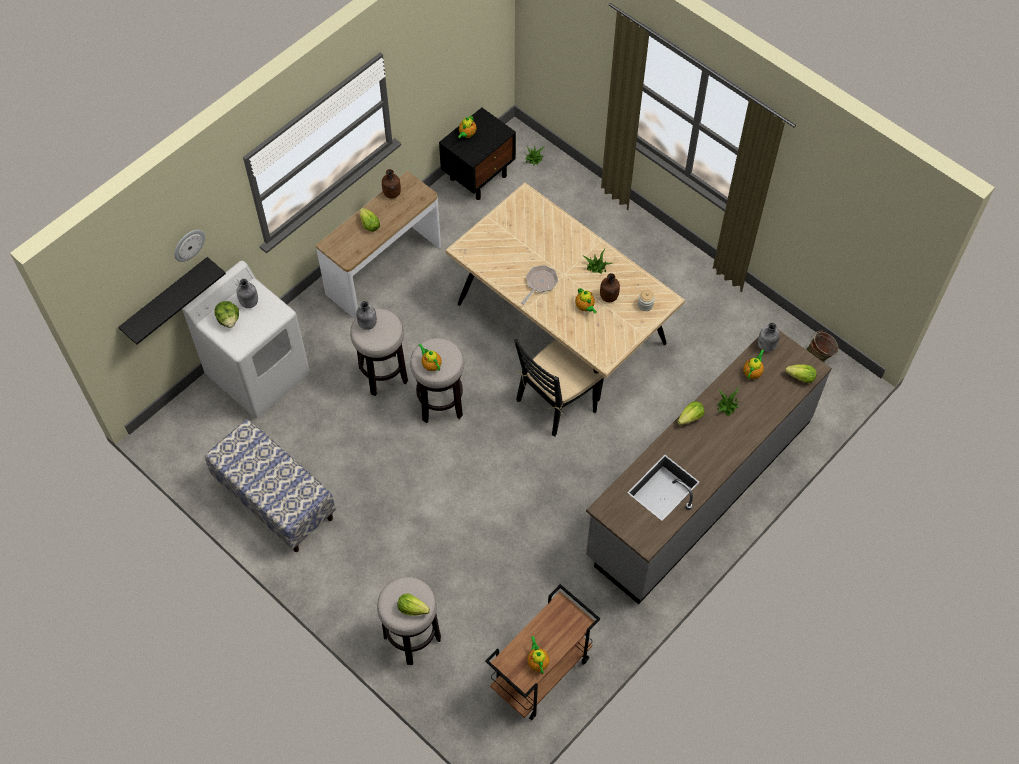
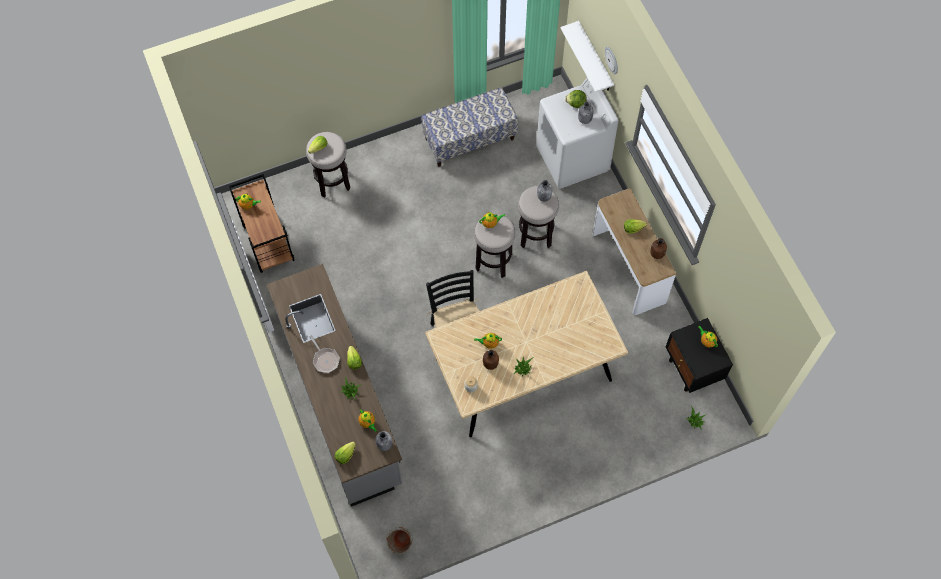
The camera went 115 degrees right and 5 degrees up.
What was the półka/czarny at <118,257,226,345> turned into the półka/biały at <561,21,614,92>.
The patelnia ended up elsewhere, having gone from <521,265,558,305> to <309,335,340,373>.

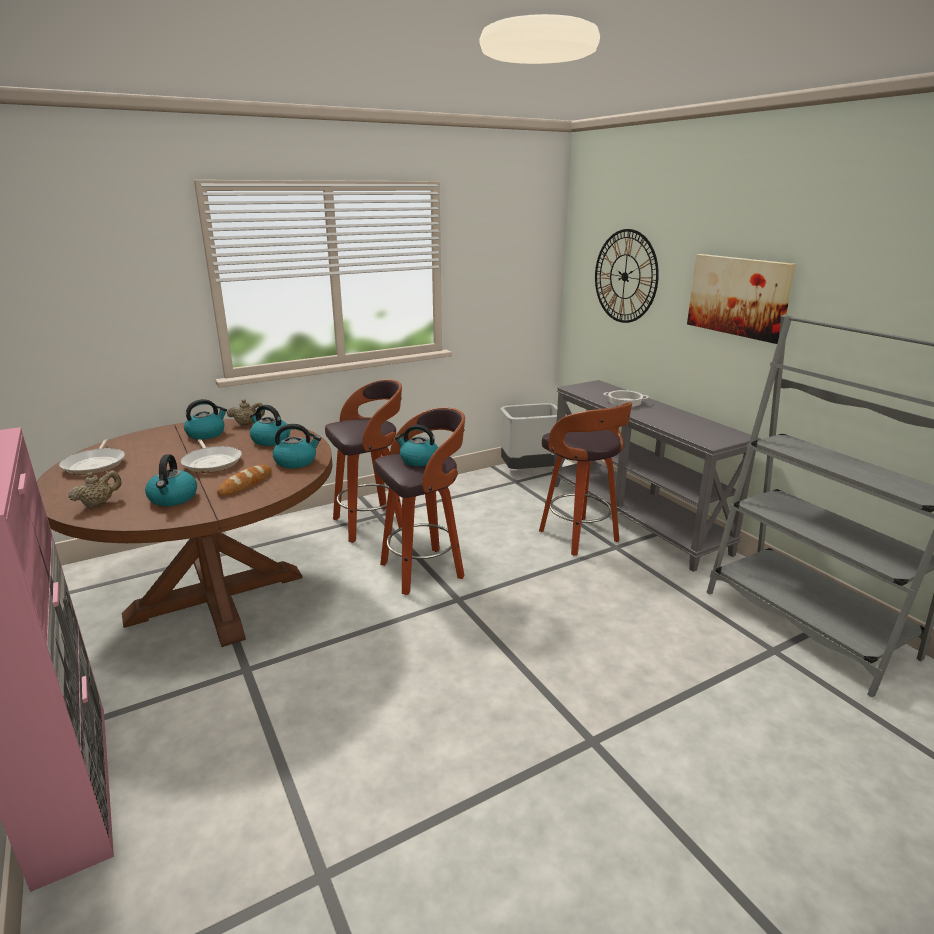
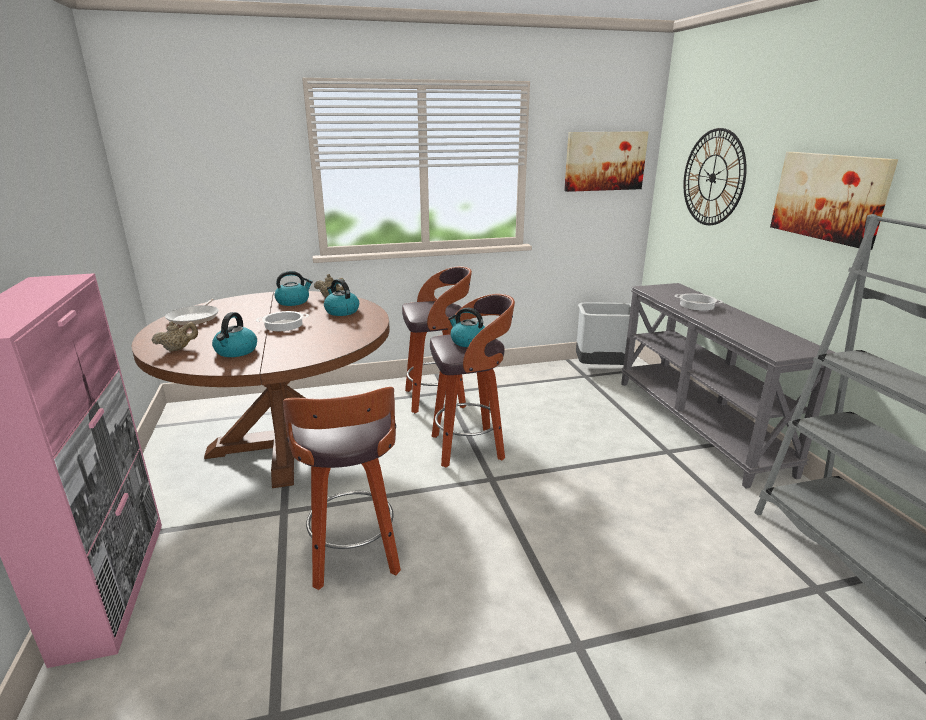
The camera went 15 degrees right and 0 degrees up.
Where the patelnia stood at <181,439,242,473>, the garnek came to stand at <256,311,309,331>.
The second view lost the chleb at <217,465,272,496>.
The second view lost the czajnik at <273,424,321,468>.
The stołek ended up elsewhere, having gone from <539,402,632,556> to <283,387,401,590>.
The second view gained the obraz at <564,131,649,192>.

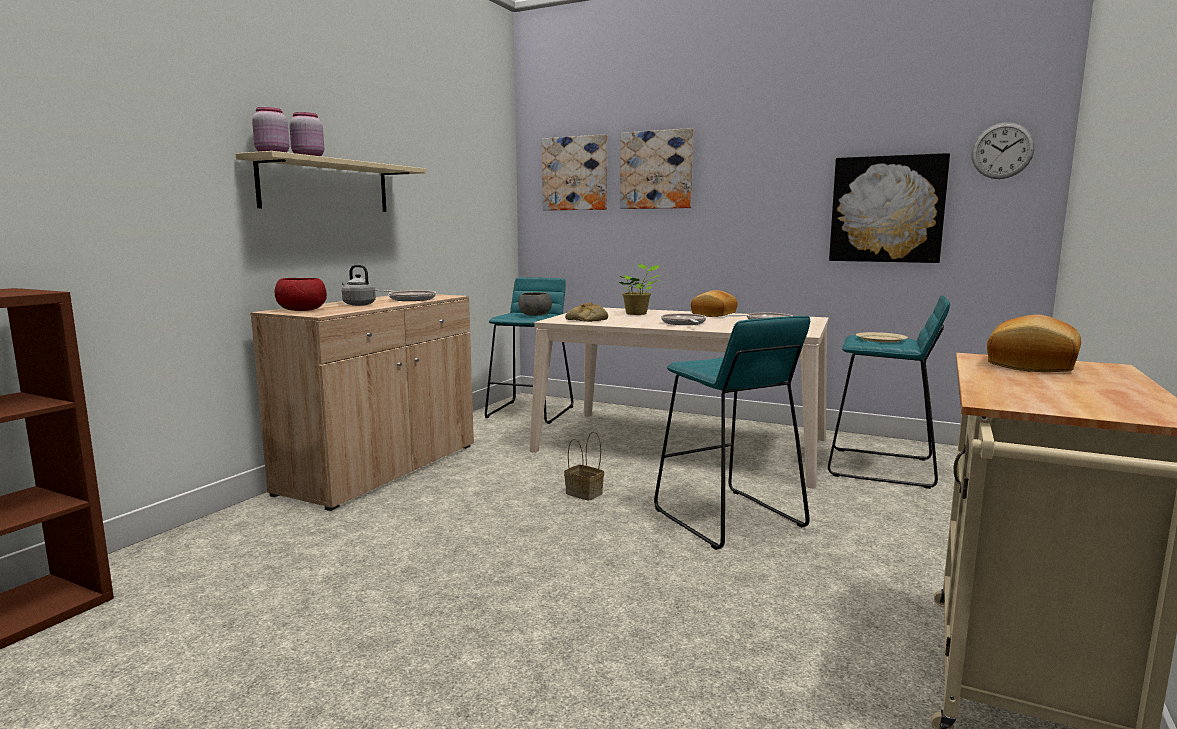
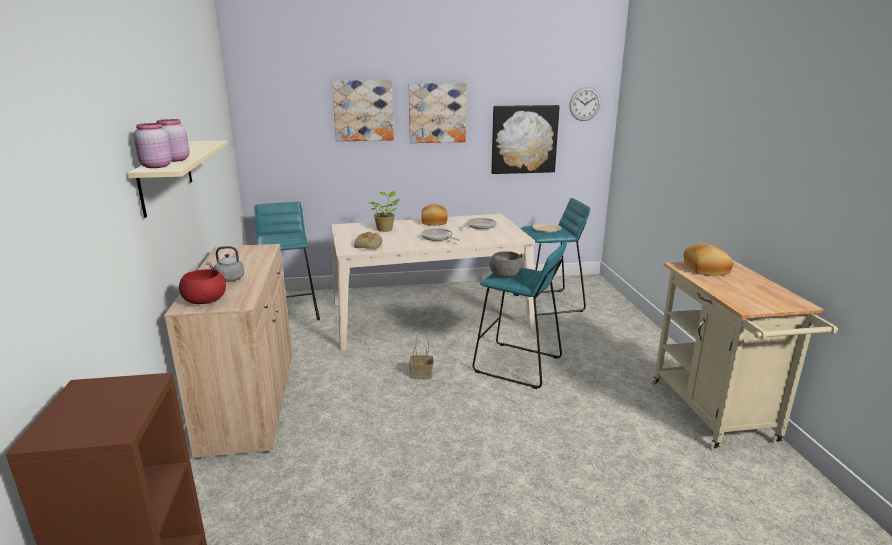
The camera went 35 degrees left and 10 degrees up.
The second view lost the patelnia at <375,290,436,301>.
The miska/szary ended up elsewhere, having gone from <518,292,552,316> to <490,251,524,278>.
The obraz ended up elsewhere, having gone from <542,134,607,210> to <408,83,466,143>.

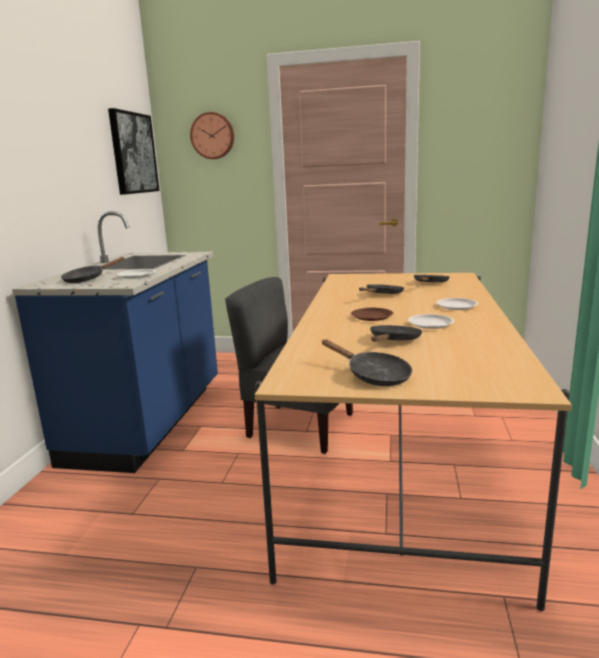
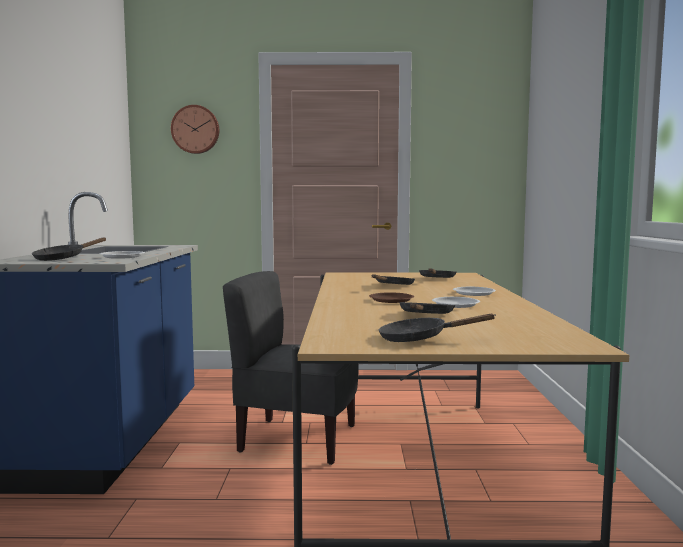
The camera went 10 degrees left and 10 degrees down.
The second view lost the obraz at <108,108,160,195>.
The patelnia/czarny at <321,340,412,386> ended up facing another way, 150 degrees clockwise from before.

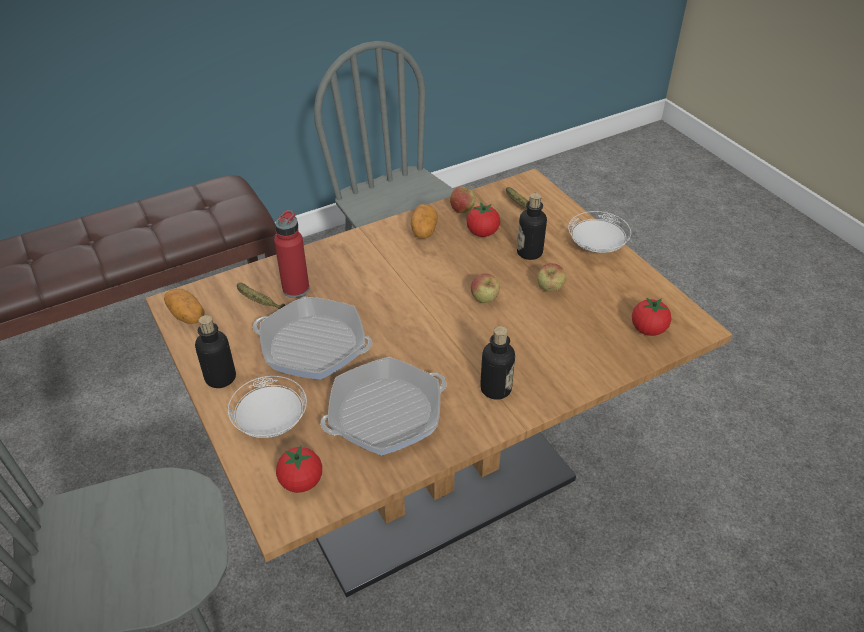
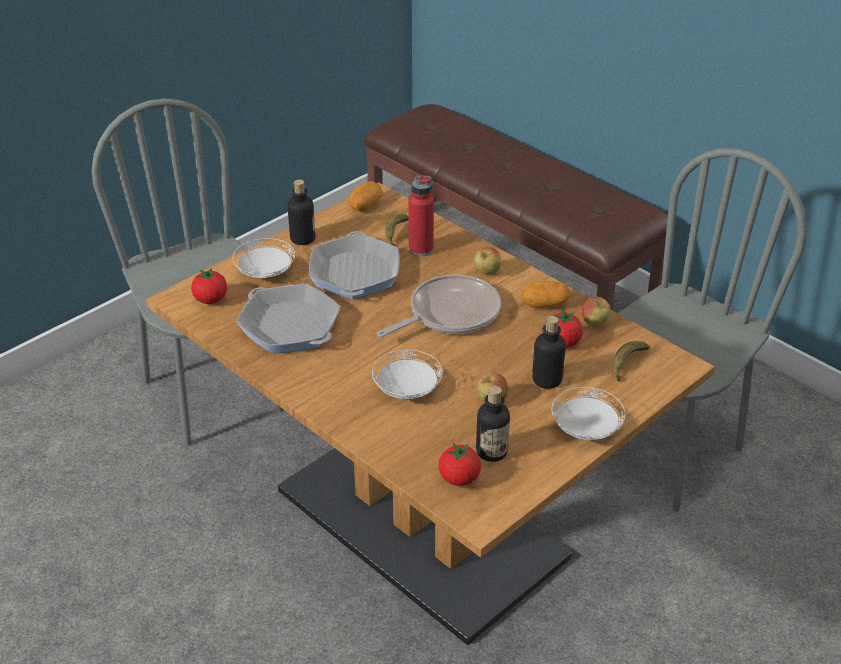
The camera went 75 degrees right and 5 degrees down.
The jabłko ended up elsewhere, having gone from <471,273,500,303> to <474,247,501,275>.
The butelka ended up elsewhere, having gone from <480,326,515,400> to <476,386,510,462>.
The second view gained the talerz/biały at <372,350,443,399>.
The second view gained the patelnia at <377,274,501,337>.

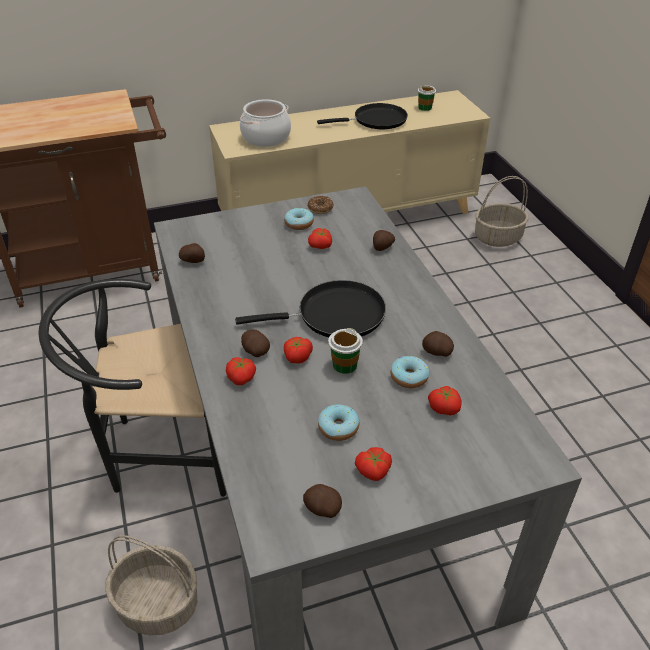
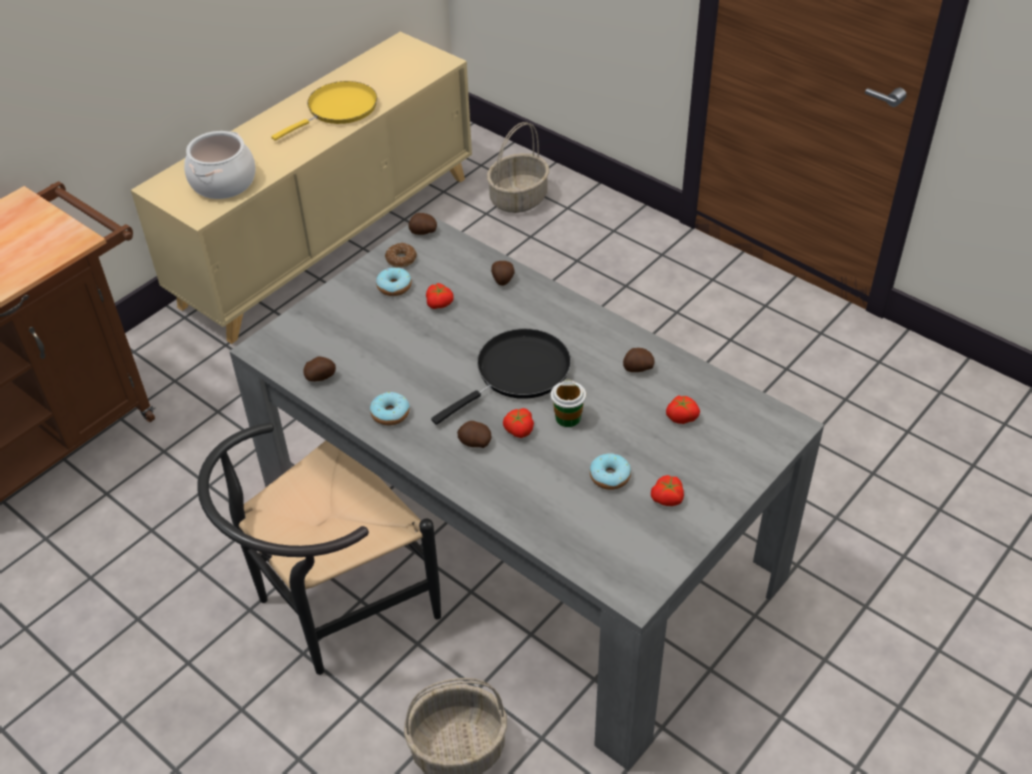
The camera went 30 degrees left and 5 degrees up.
The second view lost the pomidor at <226,357,256,385>.
The ziemniak ended up elsewhere, having gone from <303,484,342,518> to <408,213,437,235>.
What was the patelnia/czarny at <317,103,408,129> turned into the patelnia/żółty at <271,81,377,141>.
The donut ended up elsewhere, having gone from <390,356,429,388> to <370,392,409,426>.
The second view lost the filiżanka at <418,85,436,111>.

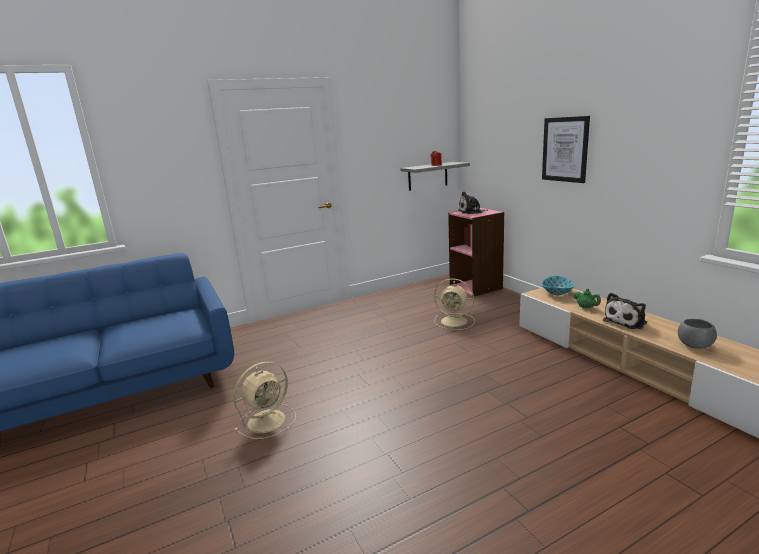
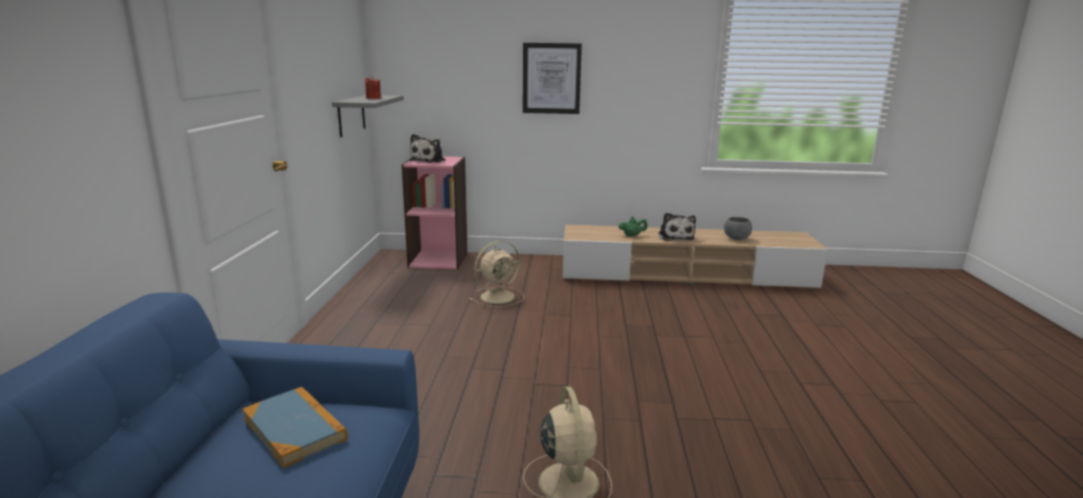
The camera went 60 degrees left and 0 degrees up.
The second view lost the miska at <542,276,574,295>.
The second view gained the książka at <242,387,348,468>.

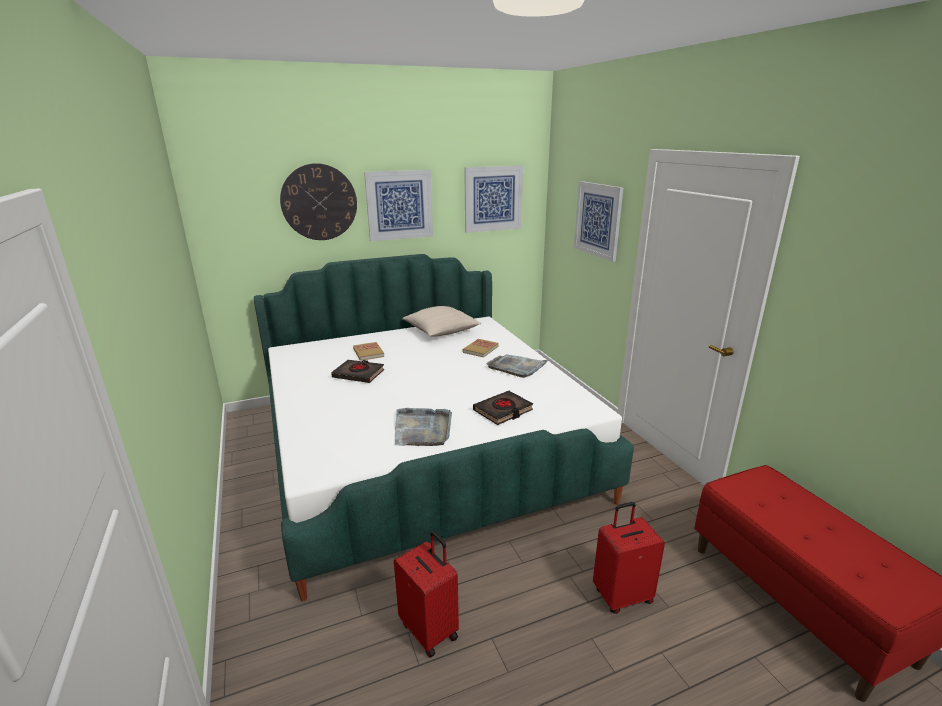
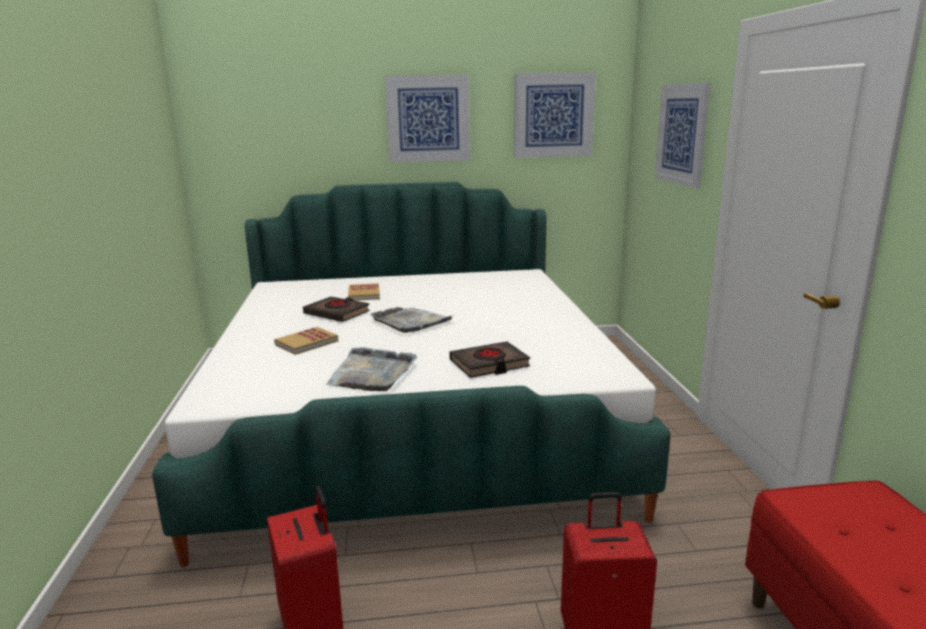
The camera went 15 degrees right and 5 degrees down.
The second view lost the zegar ścienny at <280,163,357,240>.
The second view lost the poduszka/beżowy at <402,306,481,337>.
The książka ended up elsewhere, having gone from <462,339,498,357> to <274,327,338,355>.
The taca/szary ended up elsewhere, having gone from <486,354,548,378> to <371,307,452,333>.

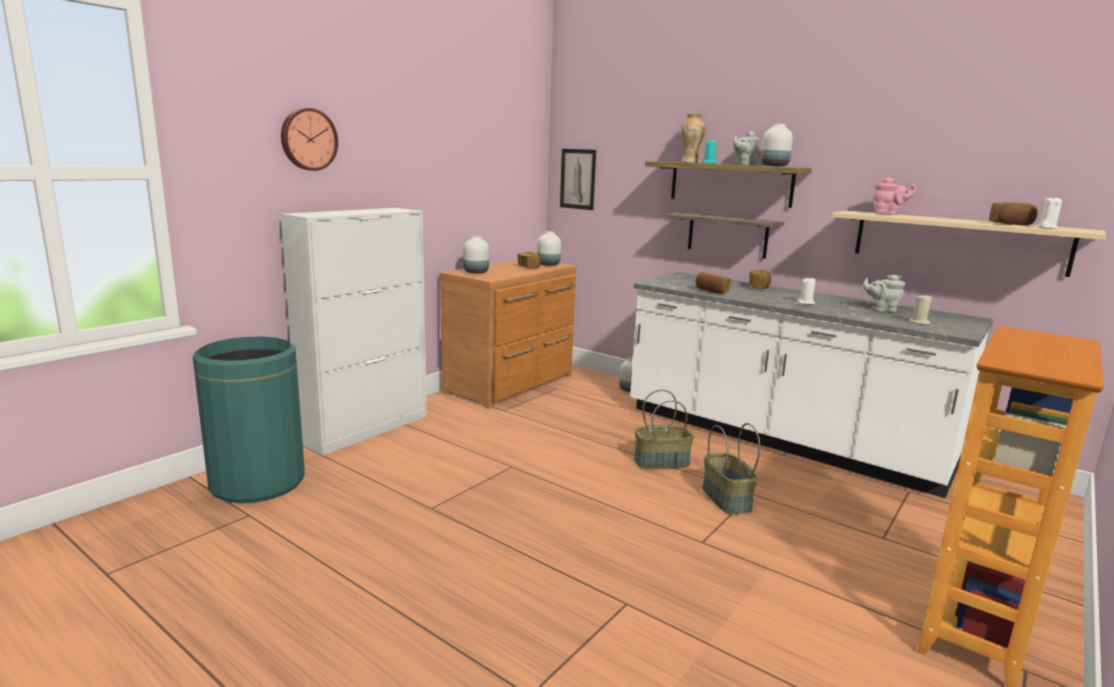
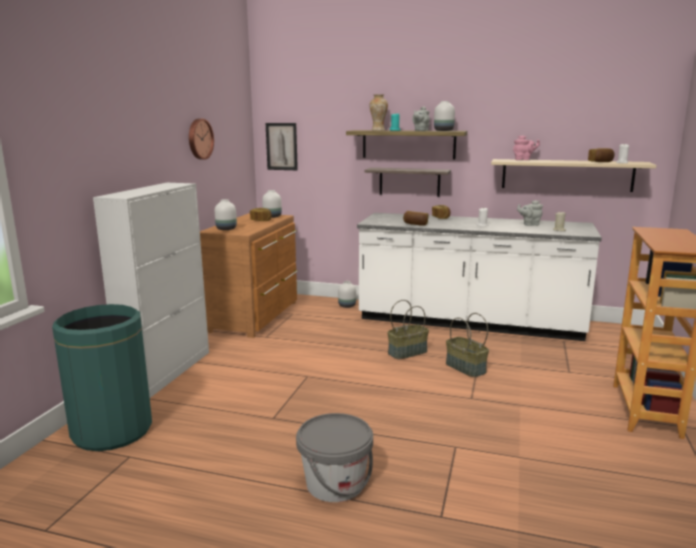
The camera went 20 degrees left and 0 degrees up.
The zegar ścienny ended up elsewhere, having gone from <281,108,338,171> to <189,119,214,160>.
The second view gained the wiadro/szary at <296,413,373,502>.

